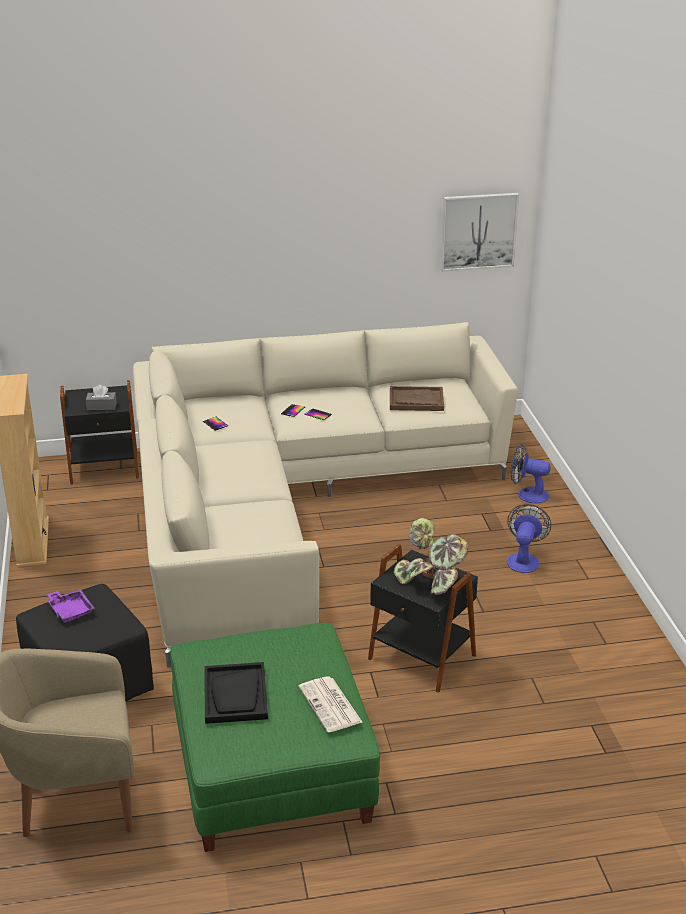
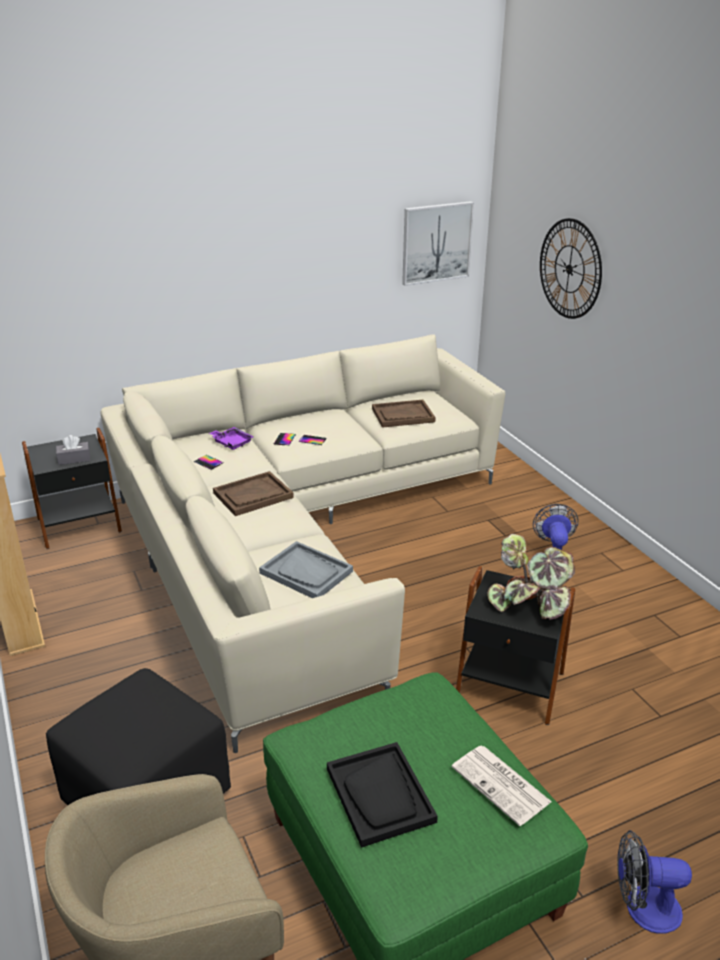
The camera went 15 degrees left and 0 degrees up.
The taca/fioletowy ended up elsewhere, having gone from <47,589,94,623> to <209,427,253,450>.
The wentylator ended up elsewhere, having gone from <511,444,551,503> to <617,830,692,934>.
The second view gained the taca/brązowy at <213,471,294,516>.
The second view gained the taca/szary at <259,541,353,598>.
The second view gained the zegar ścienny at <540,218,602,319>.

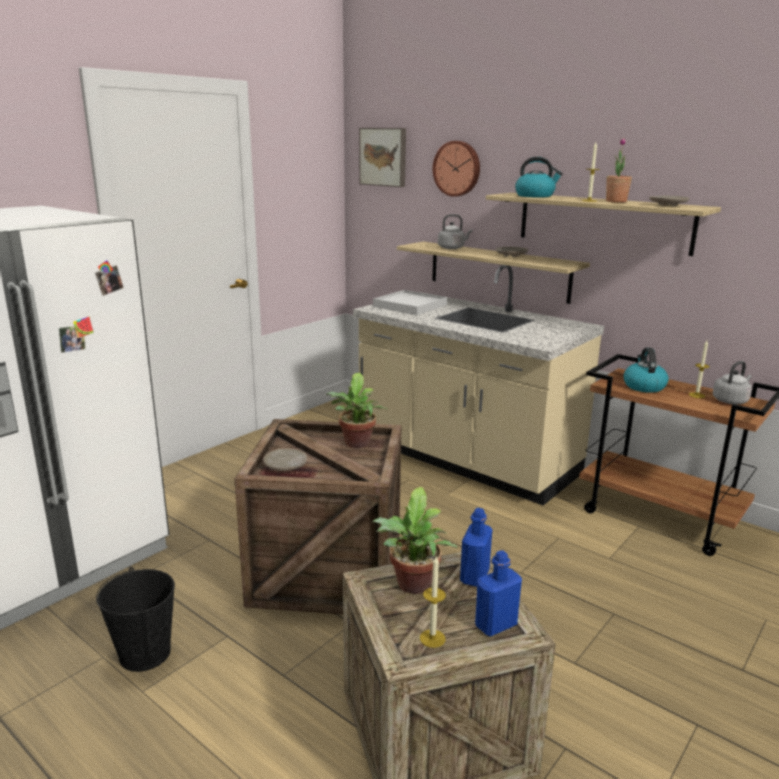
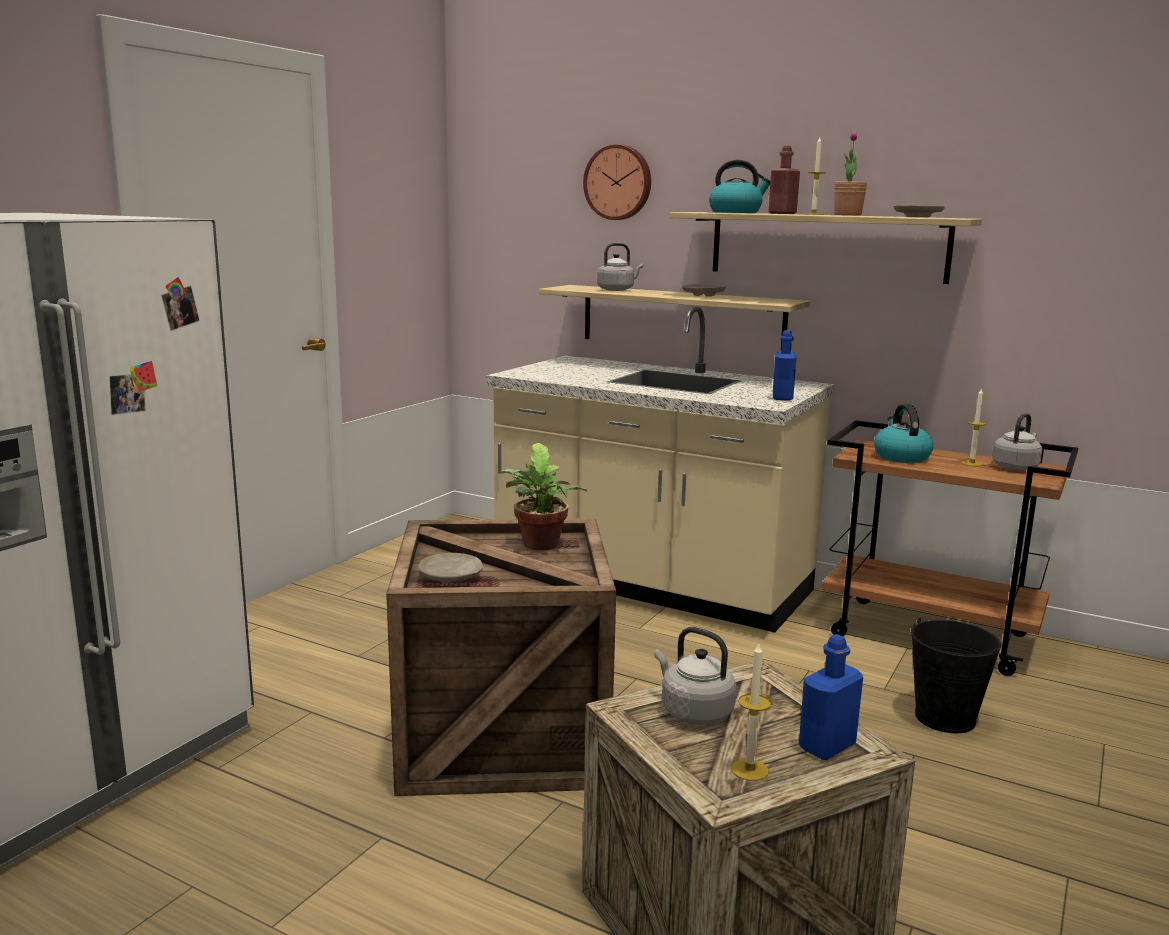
The camera went 10 degrees left and 5 degrees down.
The wiadro/czarny ended up elsewhere, having gone from <96,567,175,672> to <911,618,1001,733>.
The second view lost the obraz at <359,128,406,187>.
Where the roślina doniczkowa stood at <372,487,458,594>, the czajnik/szary came to stand at <655,627,736,725>.
The second view lost the taca/biały at <373,290,447,315>.
The butelka/niebieski ended up elsewhere, having gone from <460,508,493,587> to <773,330,796,401>.
The second view gained the butelka/czerwony at <769,146,800,214>.

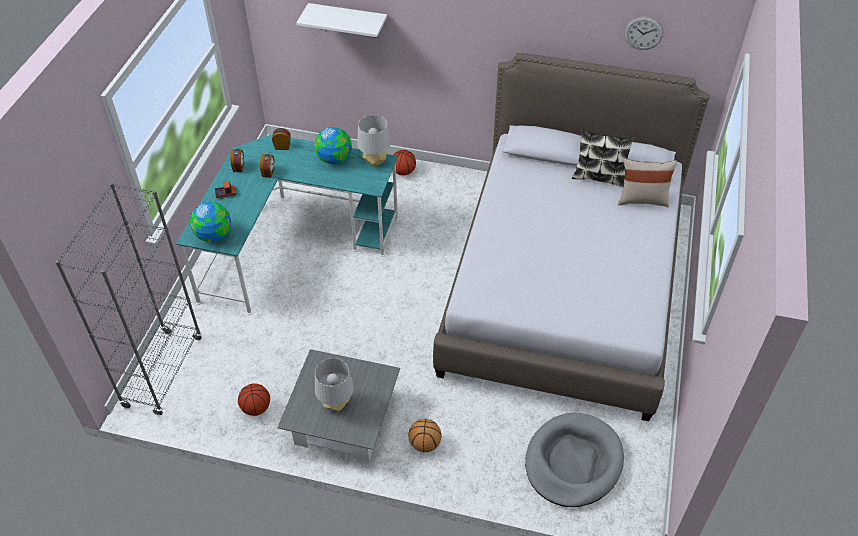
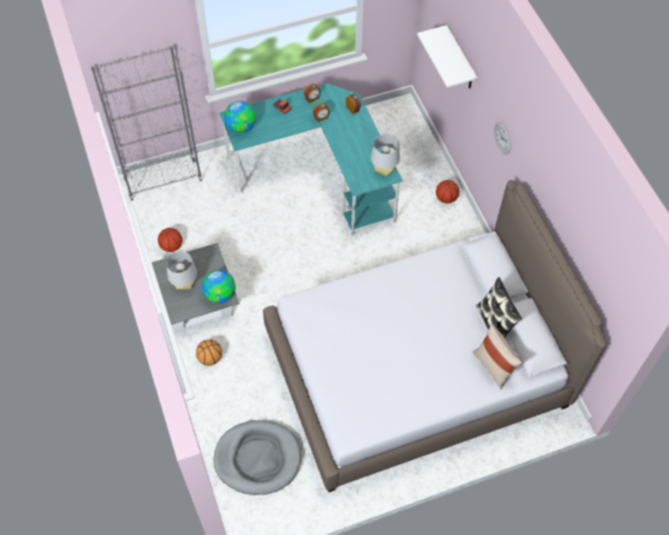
The camera went 55 degrees right and 10 degrees up.
The globus ended up elsewhere, having gone from <315,127,352,164> to <202,270,235,303>.
The zegar ścienny ended up elsewhere, having gone from <624,16,663,50> to <495,121,511,155>.

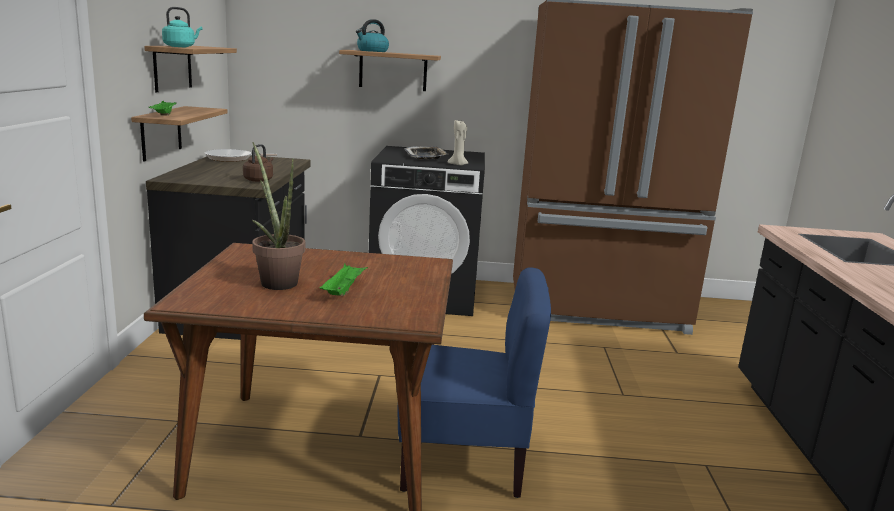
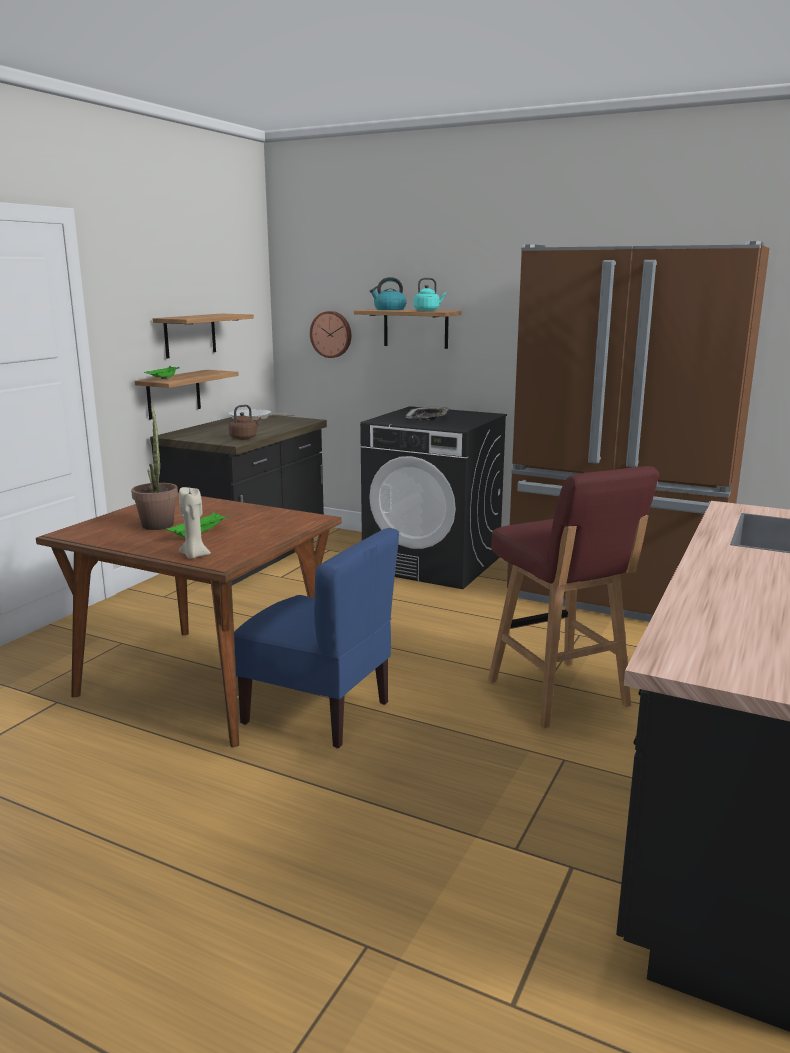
The camera went 25 degrees right and 0 degrees up.
The czajnik/turkusowy ended up elsewhere, having gone from <162,7,203,47> to <414,277,446,311>.
The świeca/beżowy ended up elsewhere, having gone from <447,120,469,166> to <179,487,211,559>.
The second view gained the zegar ścienny at <310,311,351,358>.
The second view gained the stołek/czerwony at <488,466,659,729>.

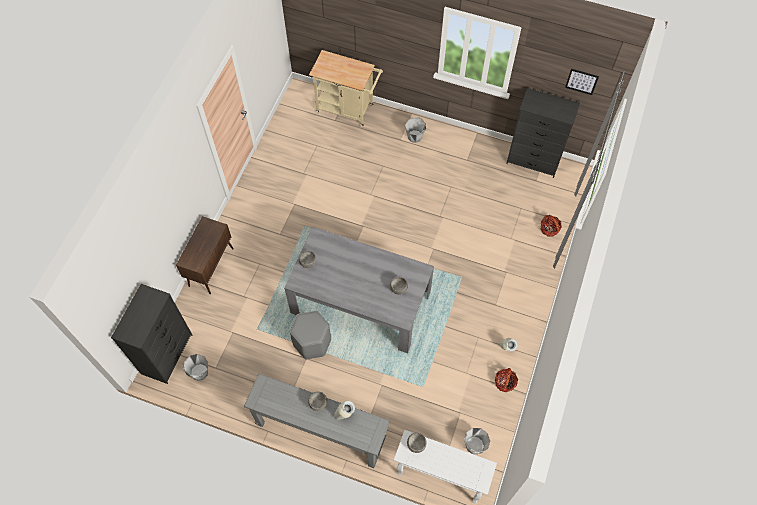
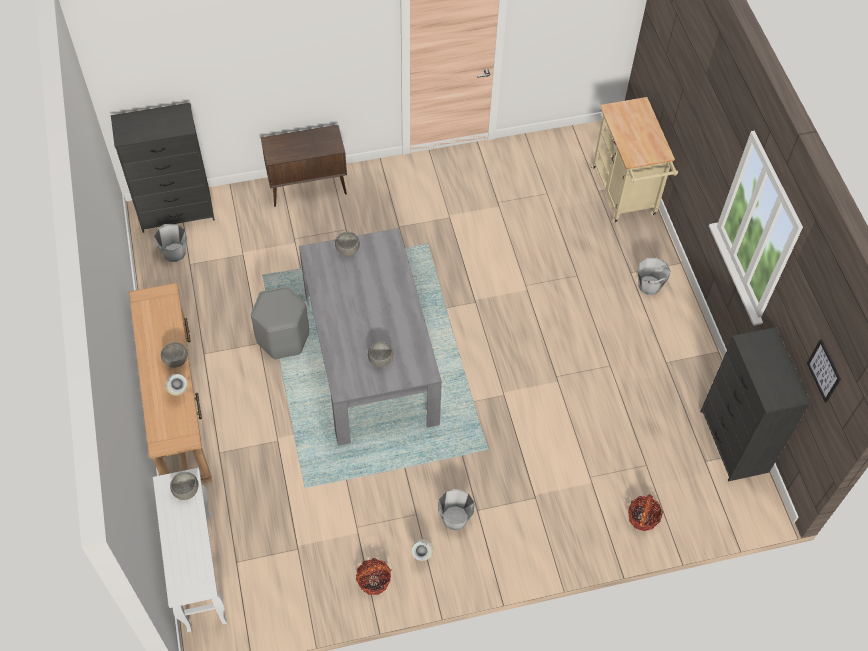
The camera went 55 degrees right and 5 degrees down.
What was the stolik konsolowy/szary at <244,374,390,468> turned into the stolik konsolowy/brązowy at <129,283,212,483>.
The wiadro/szary ended up elsewhere, having gone from <464,428,490,454> to <438,489,475,530>.

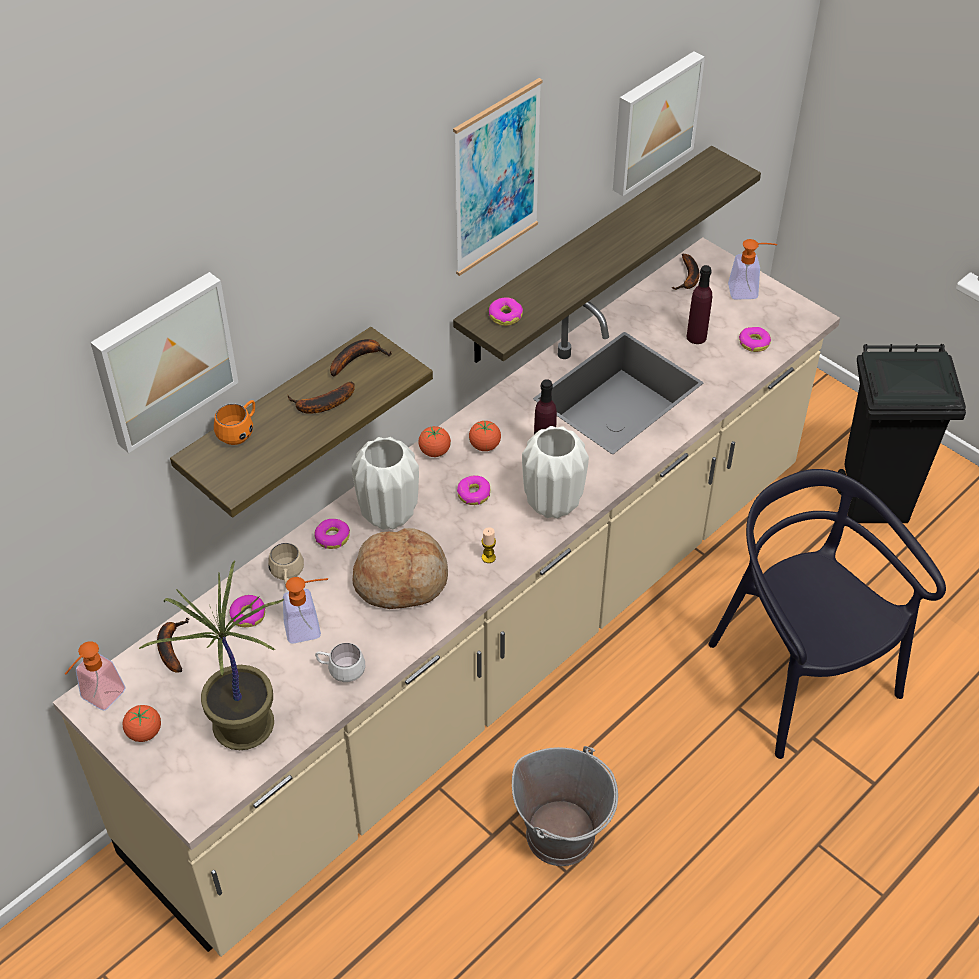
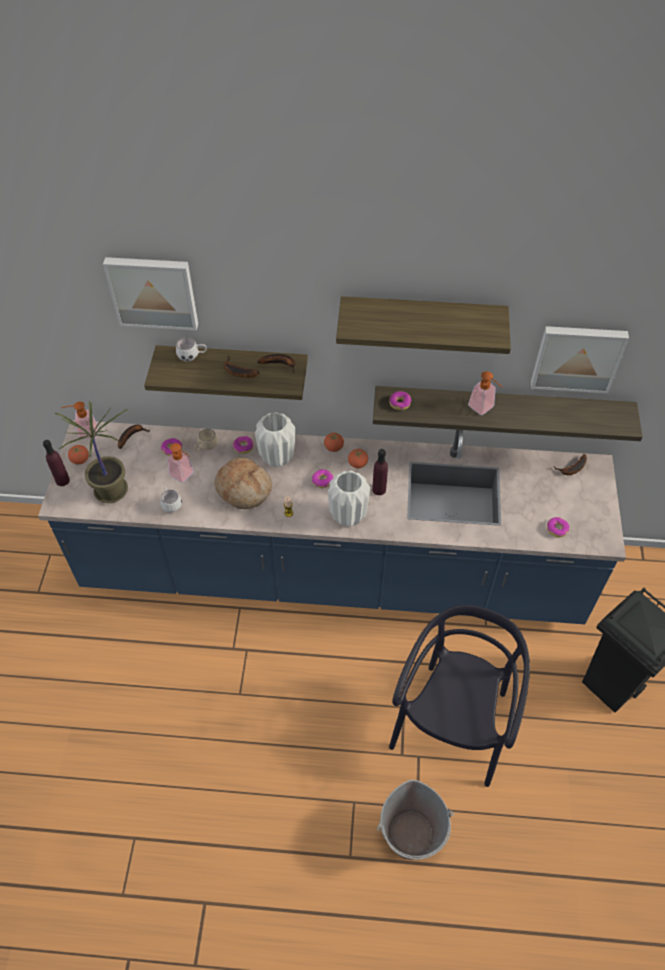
The camera went 50 degrees right and 5 degrees up.
What was the zabudowa kuchenna/beżowy at <53,237,840,957> turned into the zabudowa kuchenna/niebieski at <38,420,626,624>.
What was the kubek/pomarańczowy at <214,400,255,445> turned into the kubek/biały at <176,337,206,362>.
Where the obraz hung at <453,78,542,276>, the półka came to hang at <336,296,511,354>.
The wiadro/szary ended up elsewhere, having gone from <512,746,618,866> to <377,780,454,860>.
The butelka/fioletowy ended up elsewhere, having gone from <687,265,712,344> to <43,440,70,486>.
The dozownik mydła ended up elsewhere, having gone from <728,239,777,300> to <468,371,502,415>.

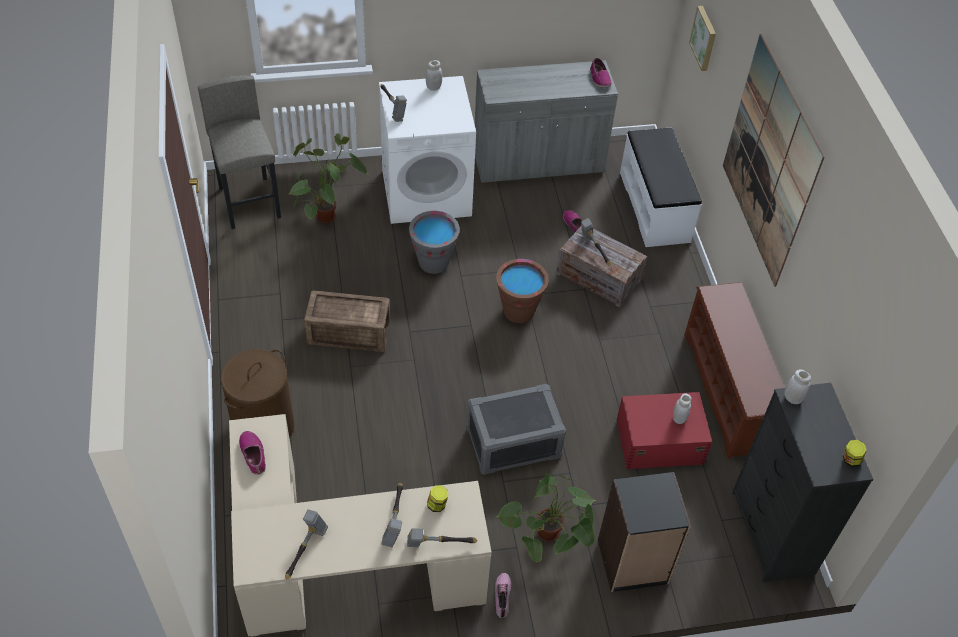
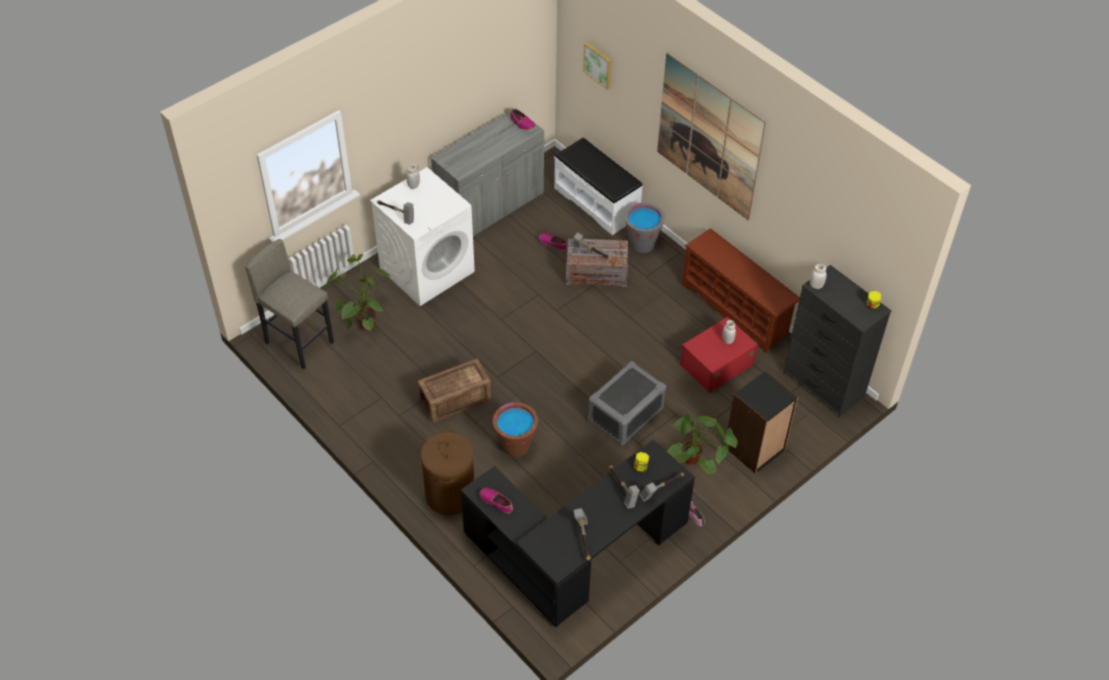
The camera went 30 degrees left and 0 degrees up.
What was the biurko/beżowy at <229,414,491,637> turned into the biurko/czarny at <461,440,695,627>.
The wiadro/szary ended up elsewhere, having gone from <409,211,460,274> to <625,203,665,253>.
The wiadro/brązowy ended up elsewhere, having gone from <496,259,549,323> to <493,402,538,457>.

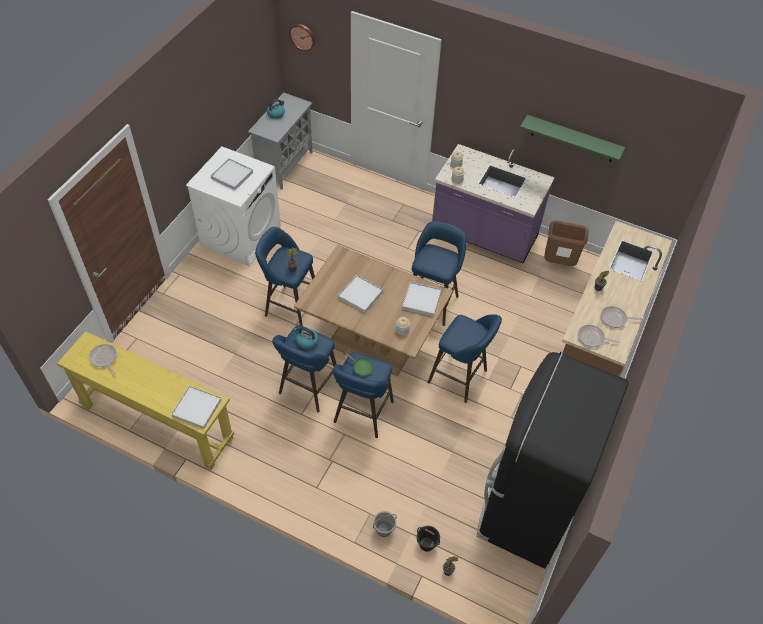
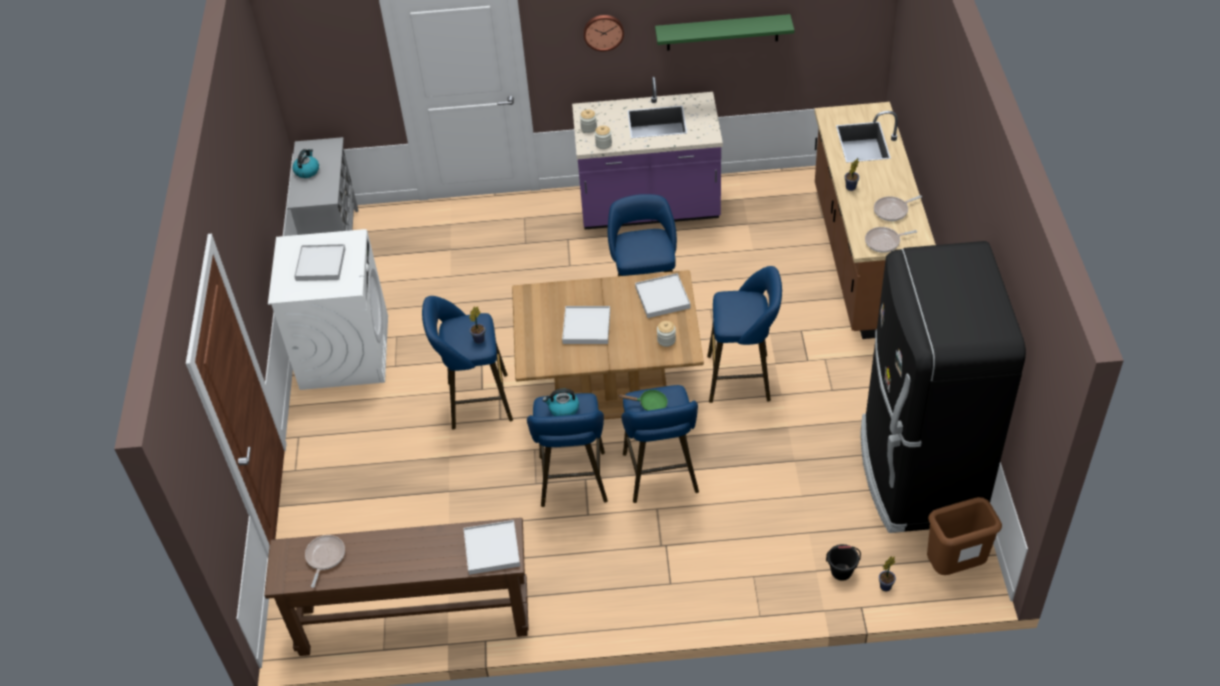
The camera went 25 degrees left and 5 degrees down.
What was the stolik konsolowy/żółty at <57,331,234,470> turned into the stolik konsolowy/brązowy at <264,518,529,656>.
The patelnia at <89,344,117,375> ended up facing another way, 75 degrees clockwise from before.
The zegar ścienny ended up elsewhere, having gone from <289,24,315,51> to <583,15,624,52>.
The second view lost the wiadro/szary at <373,511,397,537>.
The kosz na śmieci/brązowy ended up elsewhere, having gone from <544,220,589,266> to <927,497,1002,575>.

